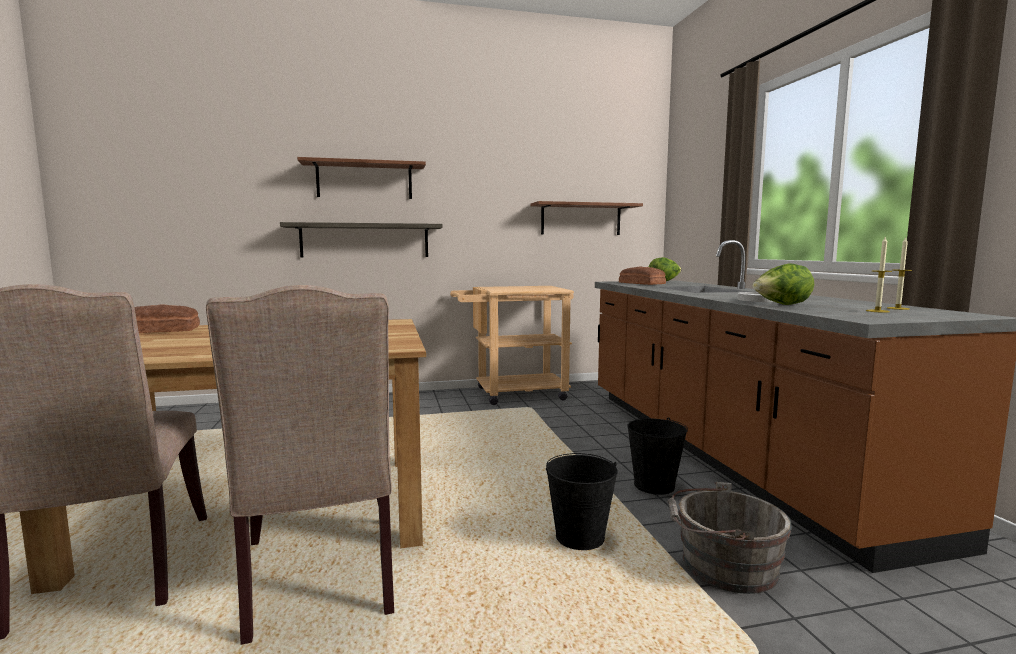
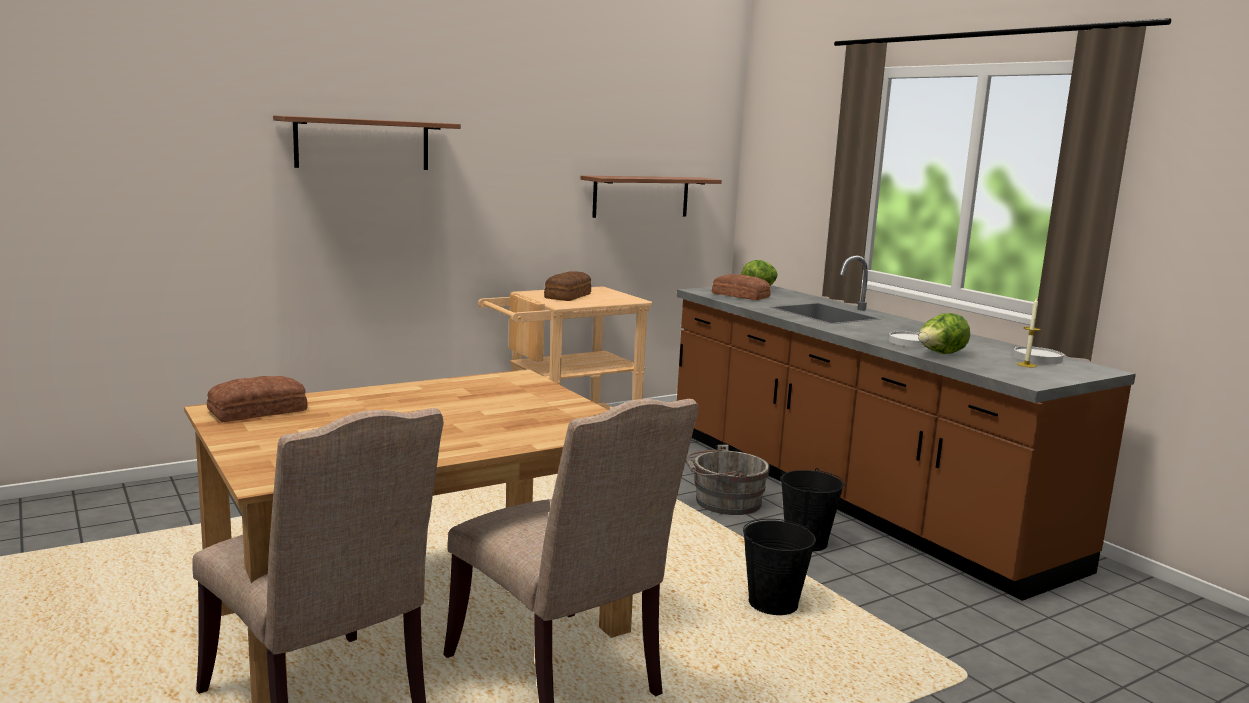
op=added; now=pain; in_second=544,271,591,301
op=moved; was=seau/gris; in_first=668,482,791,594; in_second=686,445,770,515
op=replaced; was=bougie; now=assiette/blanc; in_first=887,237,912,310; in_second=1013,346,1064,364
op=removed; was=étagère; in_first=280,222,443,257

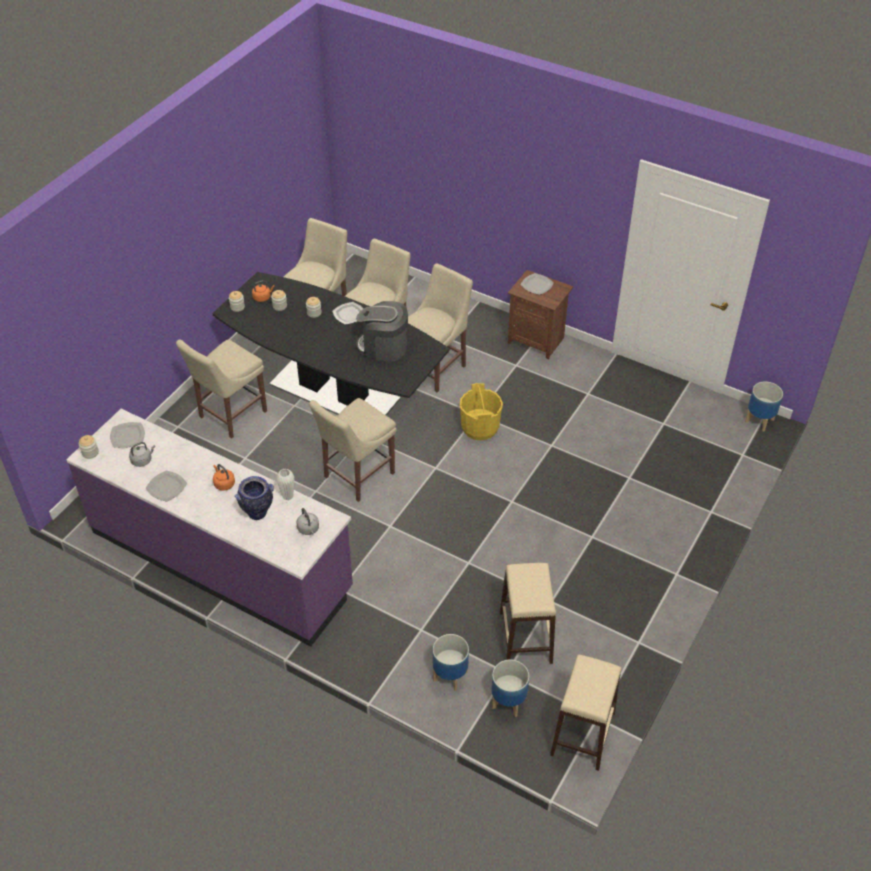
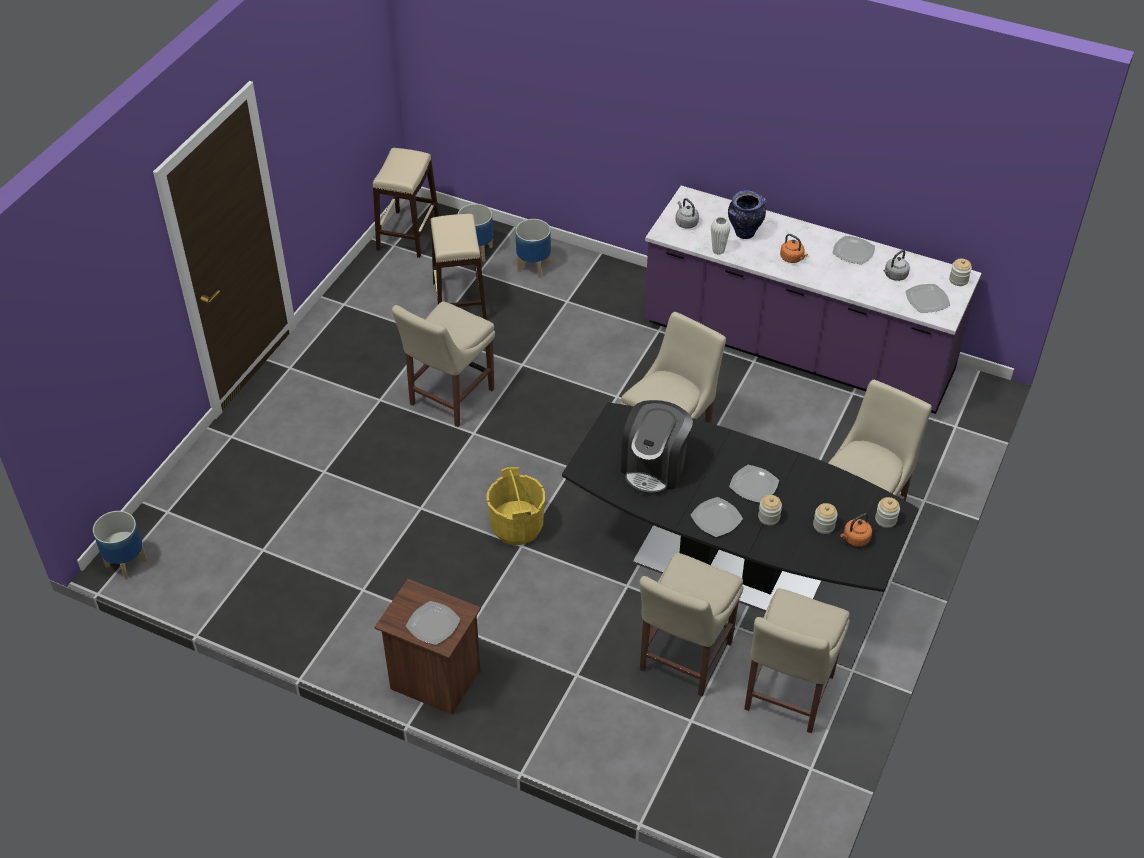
op=moved; was=chaise/beige; in_first=408,263,473,392; in_second=392,301,495,427
op=turned; was=machine à café; in_first=356,301,408,362; in_second=621,400,693,495; clockwise=105
op=added; now=assiette; in_second=729,465,779,503

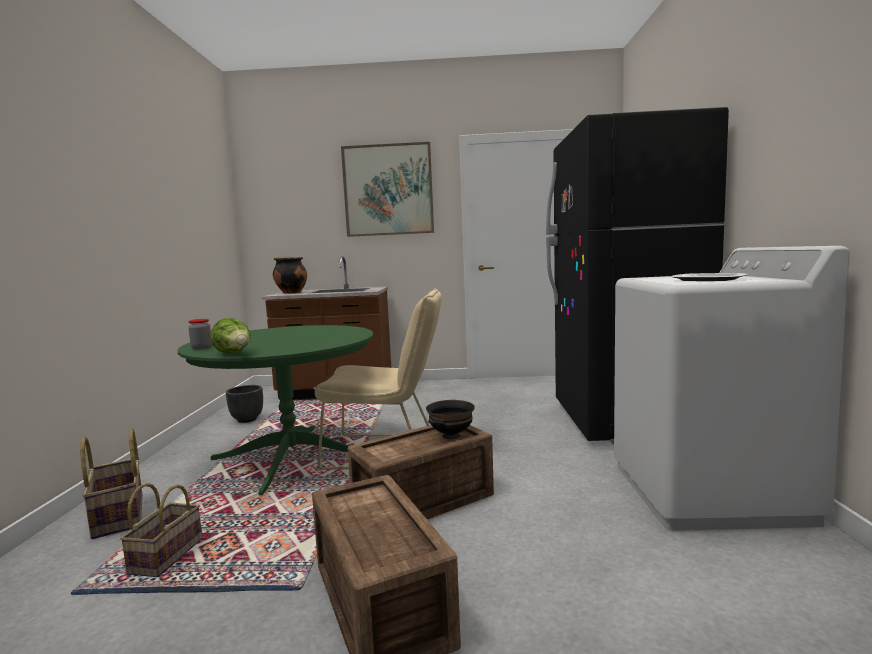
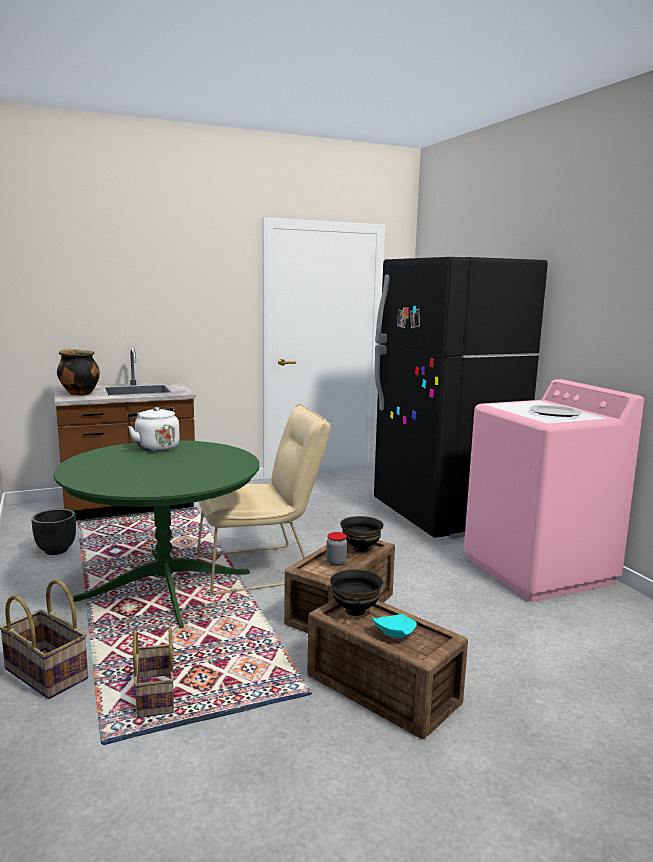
op=added; now=bouilloire/blanc; in_second=128,407,180,451
op=moved; was=bocal; in_first=188,319,212,349; in_second=326,532,347,566
op=added; now=bol/noir; in_second=330,569,383,616
op=added; now=assiette/turquoise; in_second=372,614,417,638
op=recoloured; was=lave-linge/blanc; now=lave-linge/rose; in_first=614,246,850,531; in_second=464,379,644,602
op=removed; was=laitue; in_first=211,318,251,354
op=removed; was=tableau; in_first=341,142,434,237

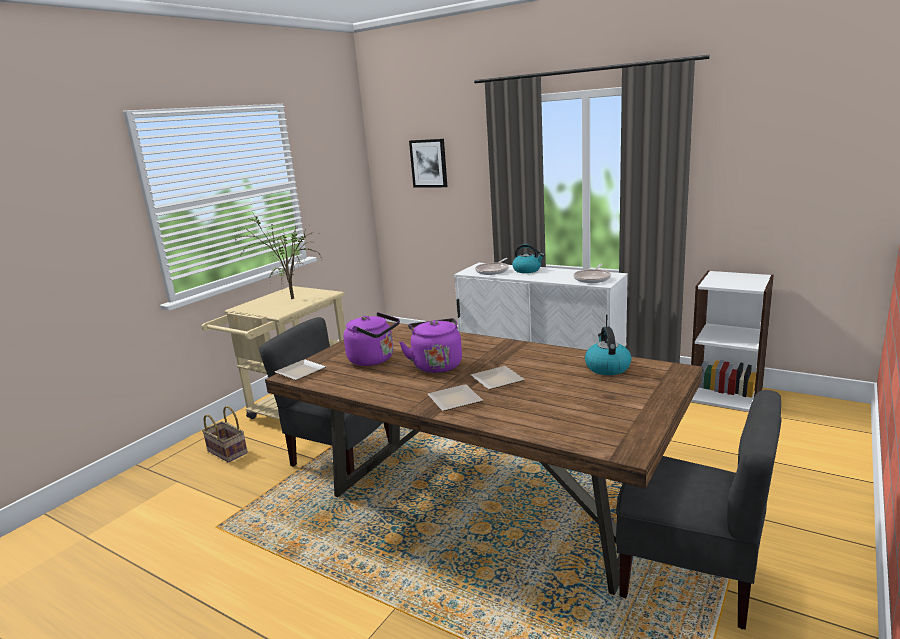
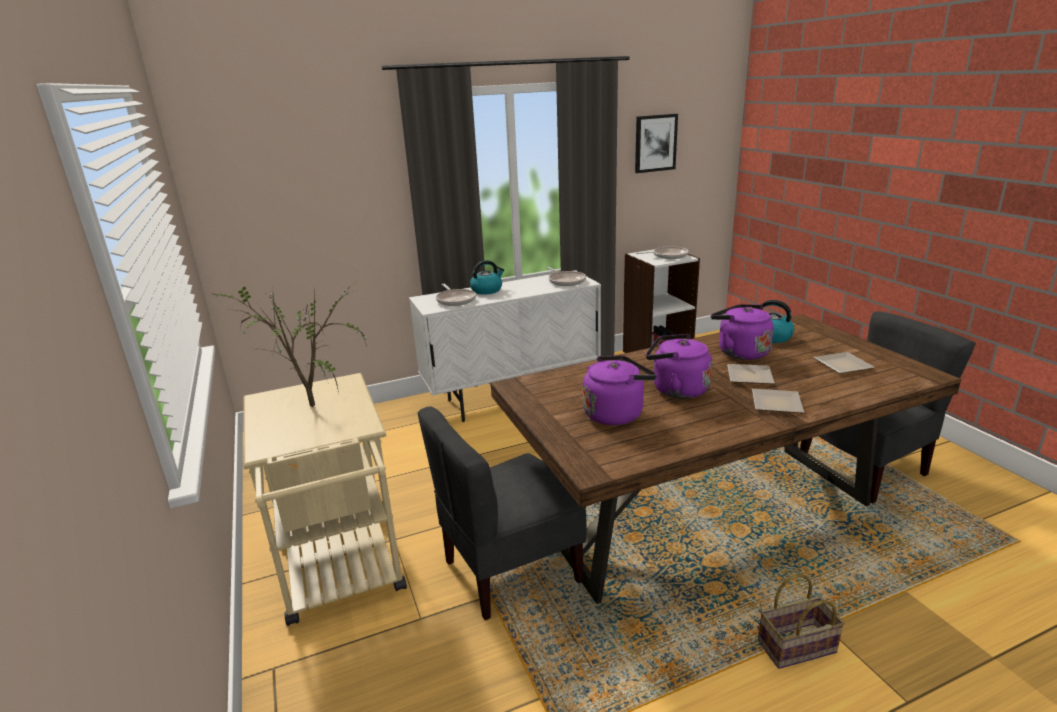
op=moved; was=tableau; in_first=409,139,447,187; in_second=635,114,678,173
op=added; now=poêle; in_second=636,246,689,259
op=added; now=bouilloire/violet; in_second=711,304,774,360
op=moved; was=panier; in_first=202,406,248,463; in_second=758,574,845,669
op=moved; was=assiette; in_first=275,359,326,380; in_second=814,352,875,374

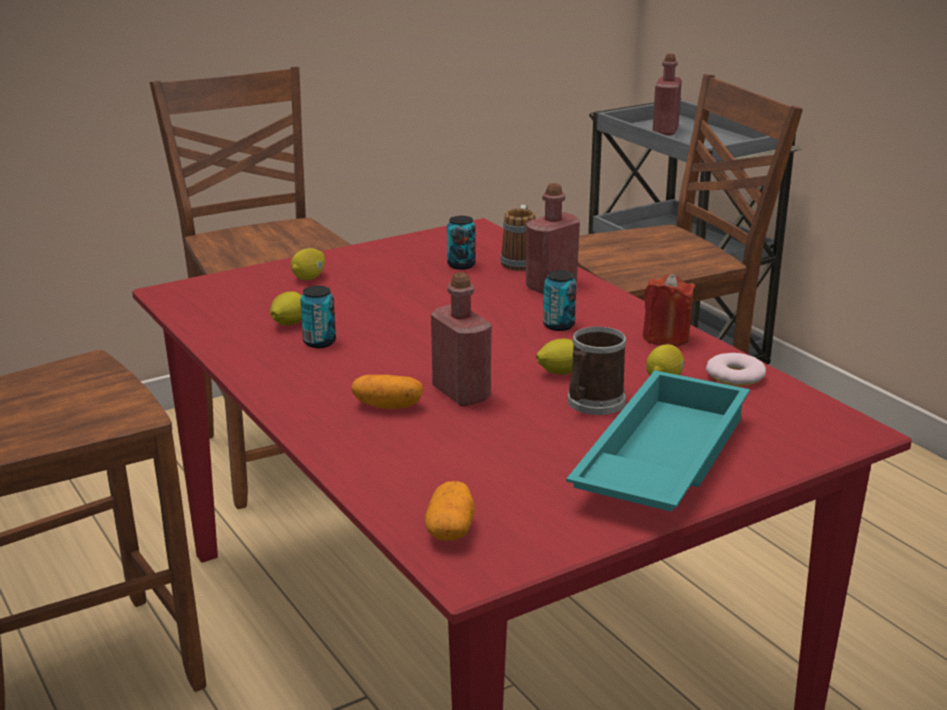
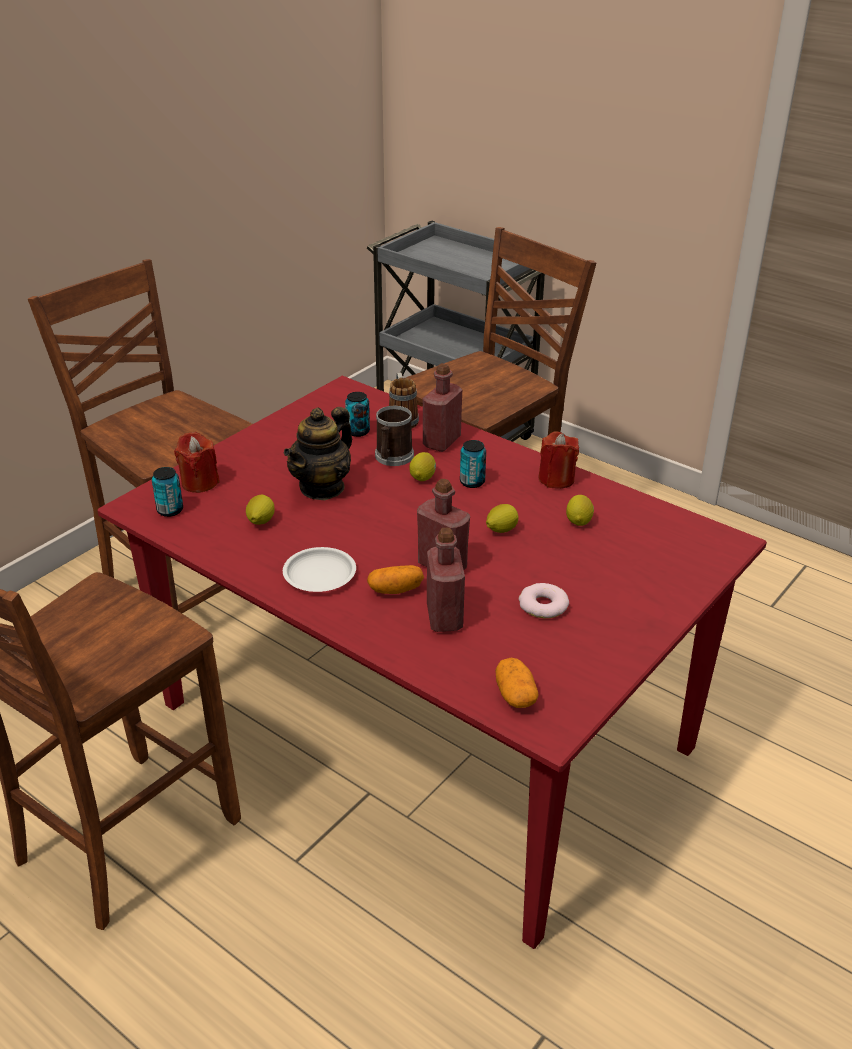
op=moved; was=boîte métallique; in_first=300,286,336,348; in_second=152,467,183,517
op=added; now=bougie/rouge; in_second=174,432,220,493
op=added; now=assiette/blanc; in_second=283,547,356,592
op=added; now=théière; in_second=284,407,352,500
op=moved; was=mug; in_first=568,326,626,415; in_second=375,406,414,466
op=moved; was=citron; in_first=291,248,325,280; in_second=409,452,436,481
op=moved; was=bouteille/rouge; in_first=653,54,682,135; in_second=427,527,465,632
op=moved; was=beignet; in_first=706,353,766,386; in_second=519,583,569,618
op=removed; was=plateau/turquoise; in_first=566,370,750,512

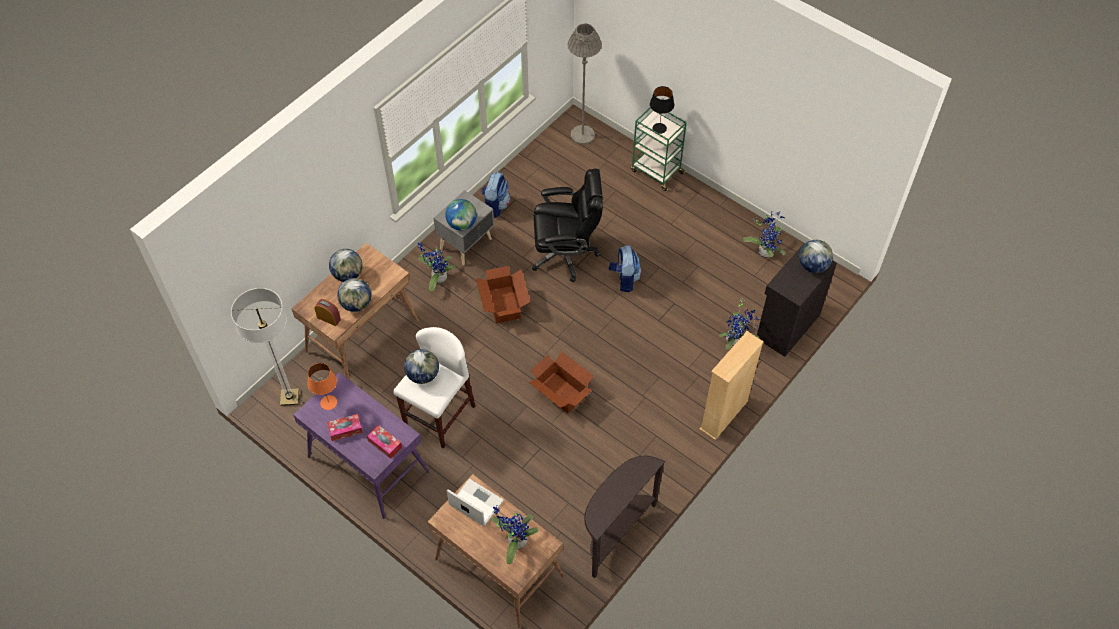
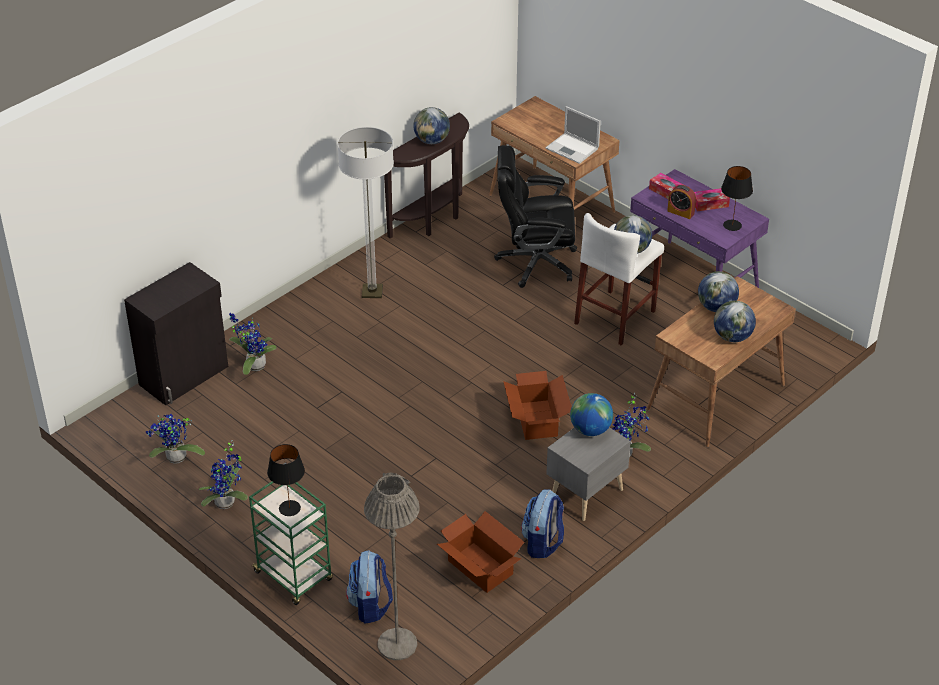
op=moved; was=plante en pot; in_first=492,506,538,564; in_second=199,440,248,509
op=moved; was=lampadaire; in_first=231,288,299,406; in_second=338,127,394,298
op=moved; was=sac à dos; in_first=609,245,641,292; in_second=346,551,393,623
op=moved; was=globe; in_first=799,240,833,273; in_second=413,107,450,144
op=moved; was=carton; in_first=529,352,593,414; in_second=437,511,524,593
op=moved; was=chaise de bureau/noir; in_first=532,169,603,282; in_second=494,145,577,288
op=moved; was=réveil; in_first=314,299,341,326; in_second=667,185,696,219
op=recoloured; was=lampe de table/orange; now=lampe de table/noir; in_first=308,363,337,410; in_second=721,166,753,231
op=removed; was=bibliothèque/beige; in_first=700,331,764,440

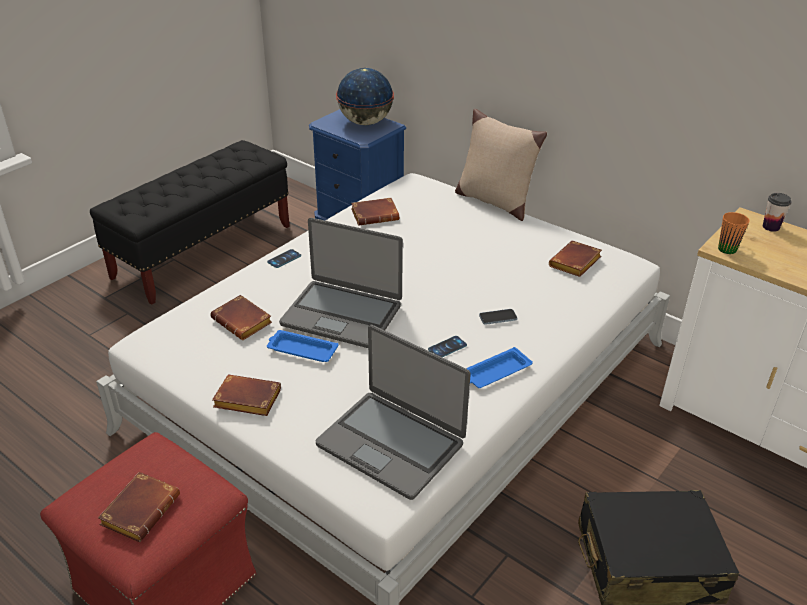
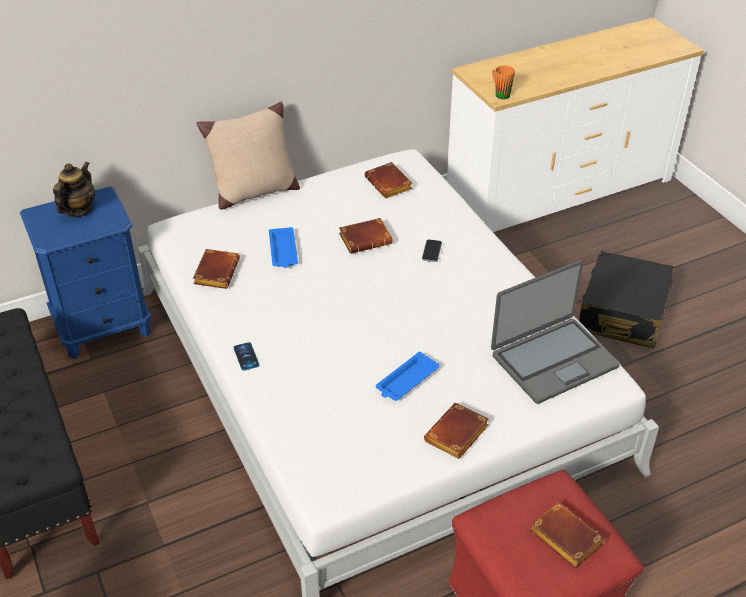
op=replaced; was=globe; now=théière; in_first=336,68,394,125; in_second=53,161,95,217
op=moved; was=plateau/bleu; in_first=466,347,533,388; in_second=269,227,298,268
op=moved; was=livre/marron; in_first=210,295,272,340; in_second=339,218,393,254
op=removed; was=ordinateur portable; in_first=279,218,403,348
op=removed; was=téléphone; in_first=428,336,467,357
op=removed; was=tasse; in_first=763,193,792,232

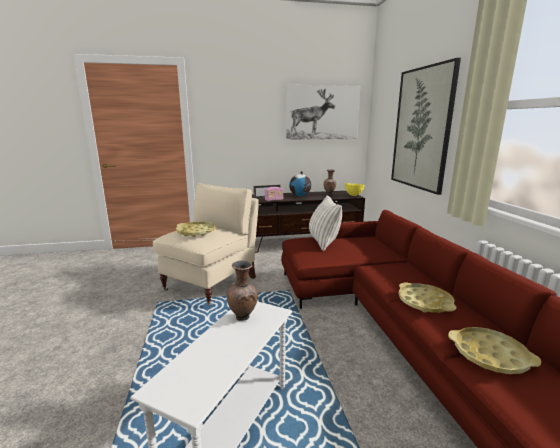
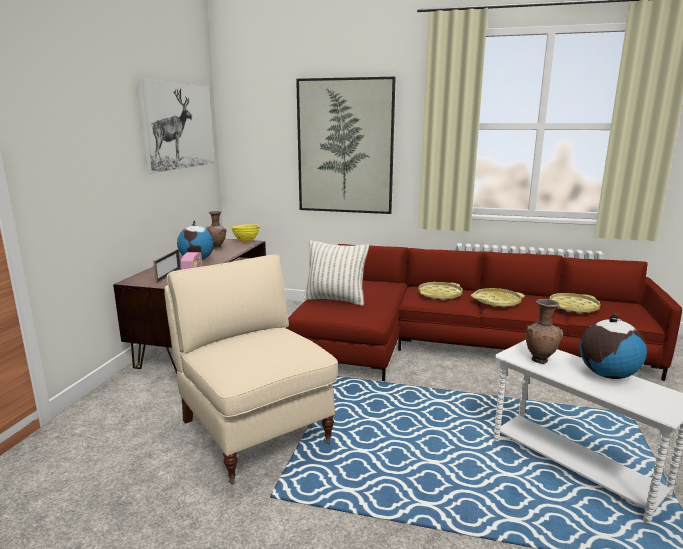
op=moved; was=plateau/jaune; in_first=176,221,216,237; in_second=418,282,463,301
op=added; now=globe; in_second=580,313,647,379

